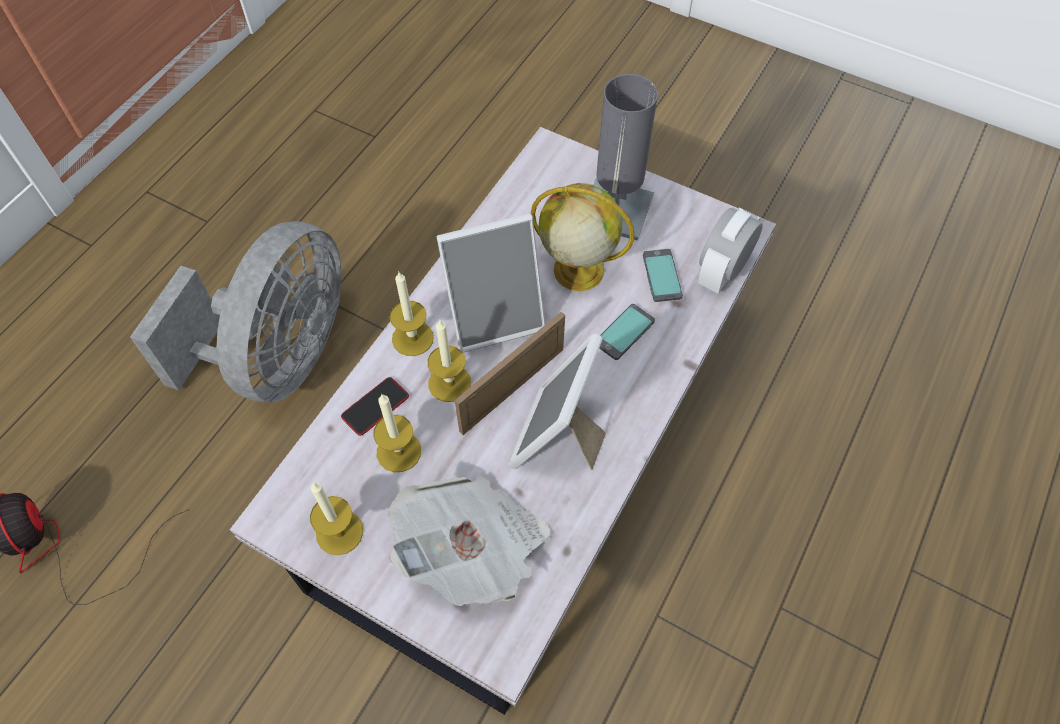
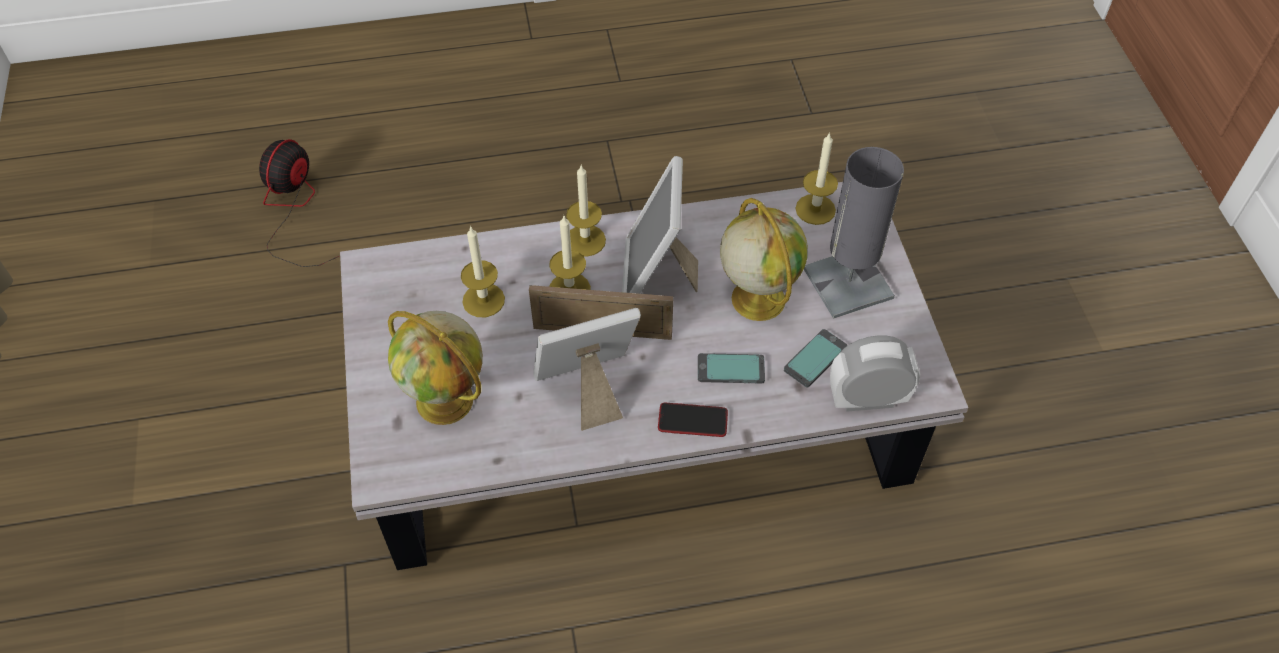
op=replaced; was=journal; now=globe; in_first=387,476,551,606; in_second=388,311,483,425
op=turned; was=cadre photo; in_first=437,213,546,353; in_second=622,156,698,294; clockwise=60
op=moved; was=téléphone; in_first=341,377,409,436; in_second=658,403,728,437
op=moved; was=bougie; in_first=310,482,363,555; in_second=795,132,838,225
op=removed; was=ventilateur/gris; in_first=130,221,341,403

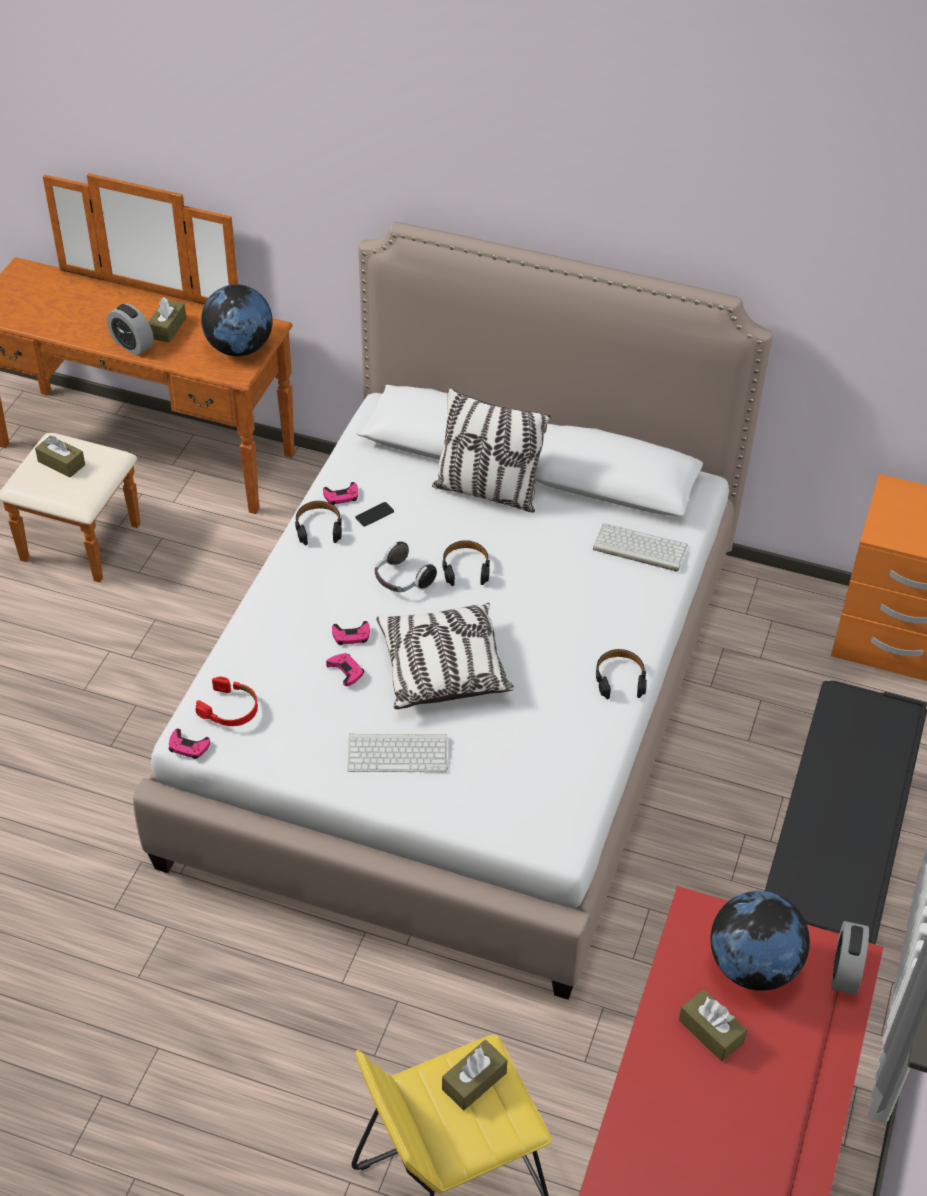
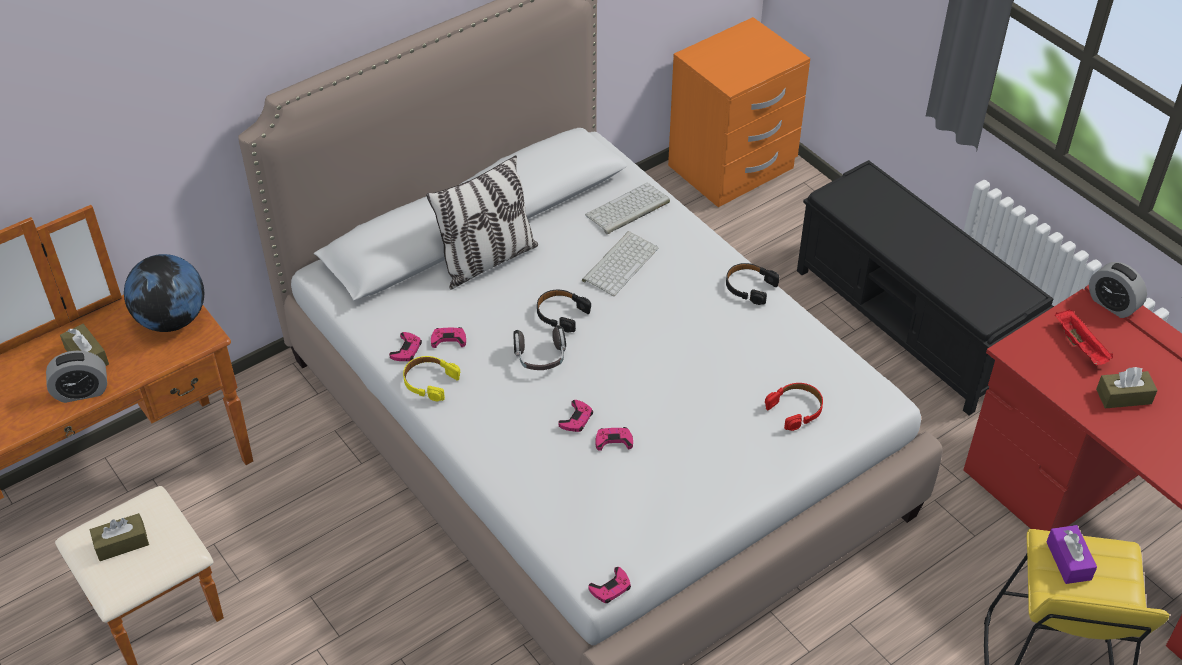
op=recoloured; was=casque audio/noir; now=casque audio/jaune; in_first=295,501,342,545; in_second=403,356,460,401
op=replaced; was=téléphone; now=manette/rose; in_first=355,502,394,527; in_second=431,327,466,348
op=moved; was=clavier; in_first=347,733,448,772; in_second=582,231,658,296
op=moved; was=casque audio/rouge; in_first=195,676,258,726; in_second=765,383,823,431
op=recoloured; was=boîte à mouchoirs/marron; now=boîte à mouchoirs/violet; in_first=442,1040,508,1111; in_second=1046,525,1097,584
op=replaced; was=globe; now=plateau/rouge; in_first=711,891,810,991; in_second=1055,309,1113,365
op=removed; was=coussin; in_first=376,603,514,709

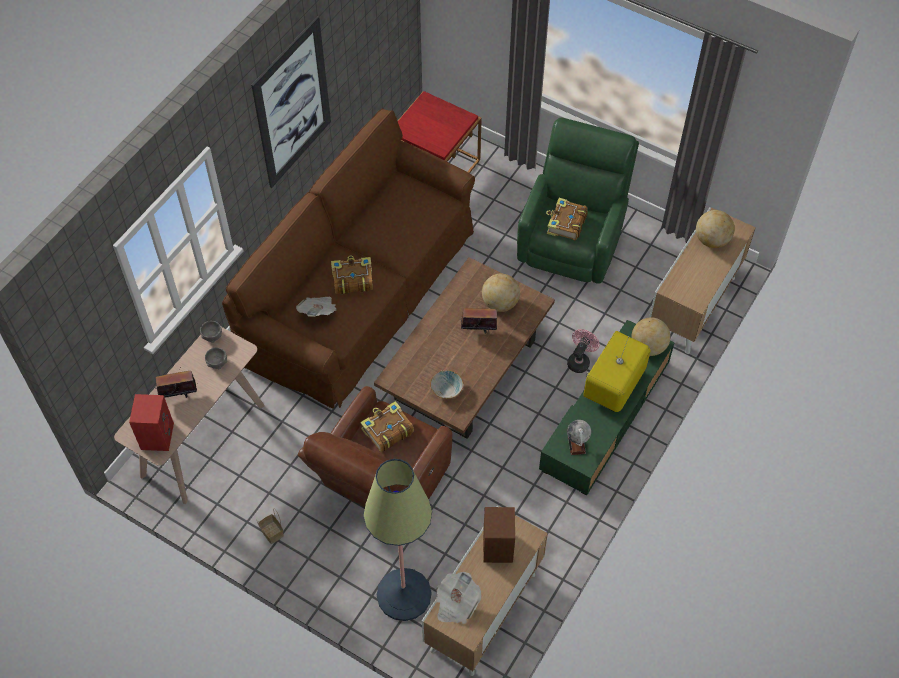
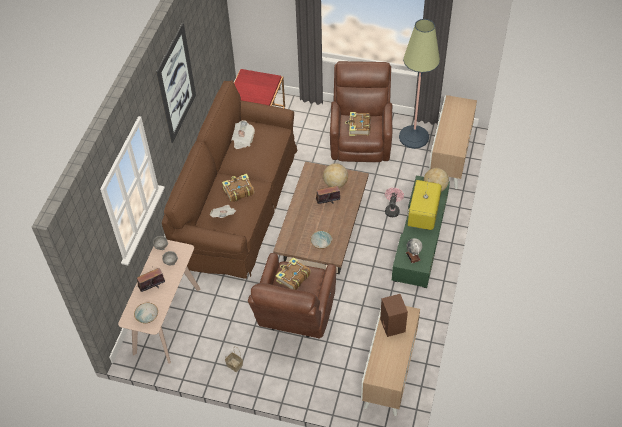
op=replaced; was=enceinte/rouge; now=bol; in_first=129,394,174,451; in_second=134,303,158,323
op=moved; was=journal; in_first=435,572,482,624; in_second=232,120,255,149
op=recoloured; was=fauteuil/vert; now=fauteuil/marron; in_first=517,117,639,284; in_second=330,61,392,162
op=moved; was=lampadaire; in_first=363,459,432,621; in_second=399,19,440,149
op=removed; was=globe; in_first=696,210,735,248

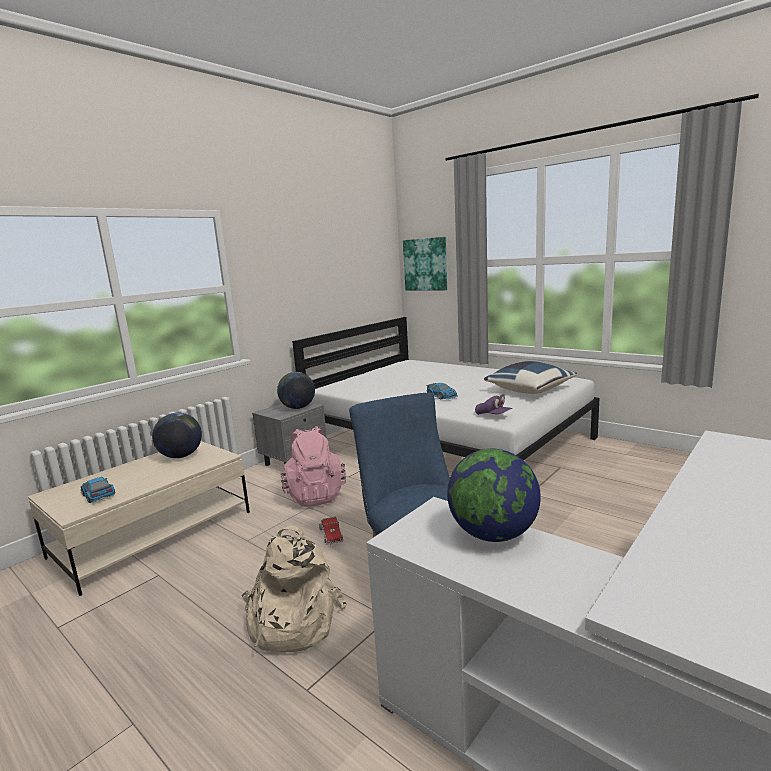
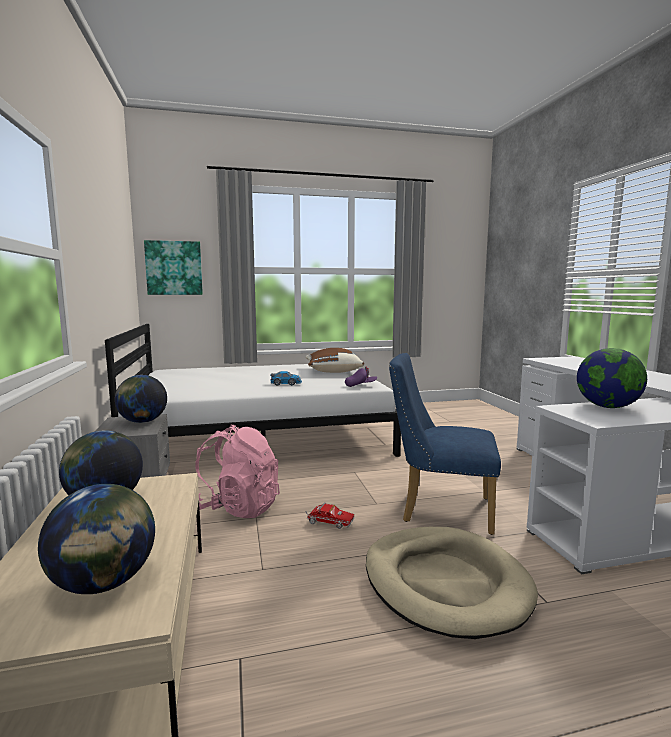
op=replaced; was=petite voiture; now=globe; in_first=81,477,115,503; in_second=38,484,155,594
op=recoloured; was=coussin/bleu; now=coussin/marron; in_first=484,361,577,394; in_second=306,348,364,373
op=replaced; was=sac à dos/beige; now=panier pour chien/beige; in_first=242,526,346,652; in_second=366,527,538,639

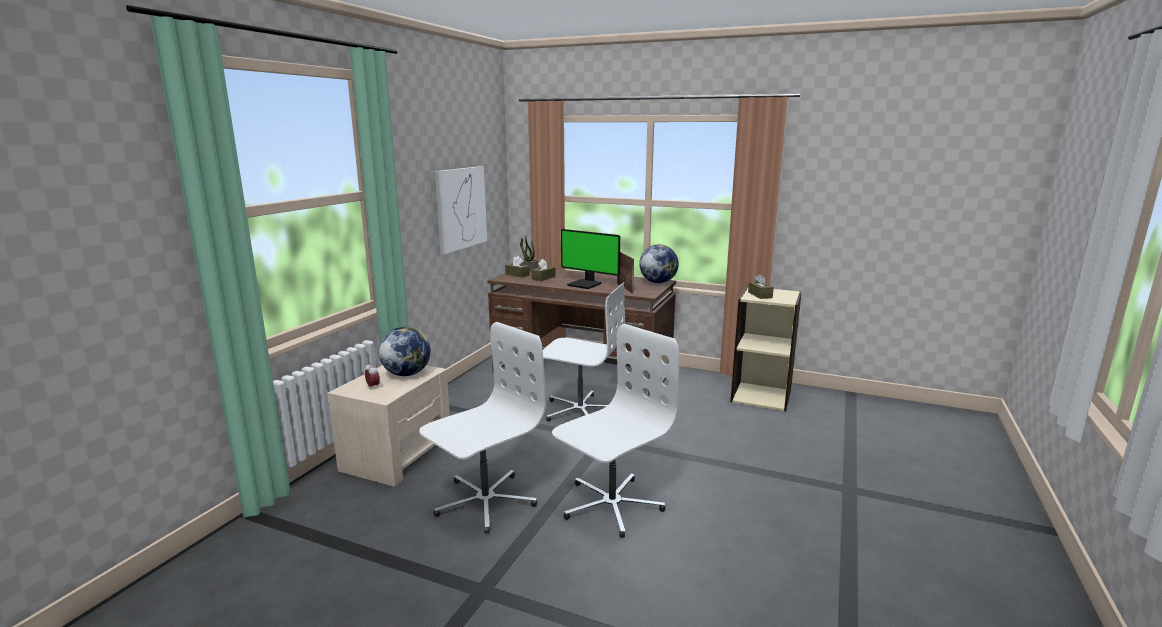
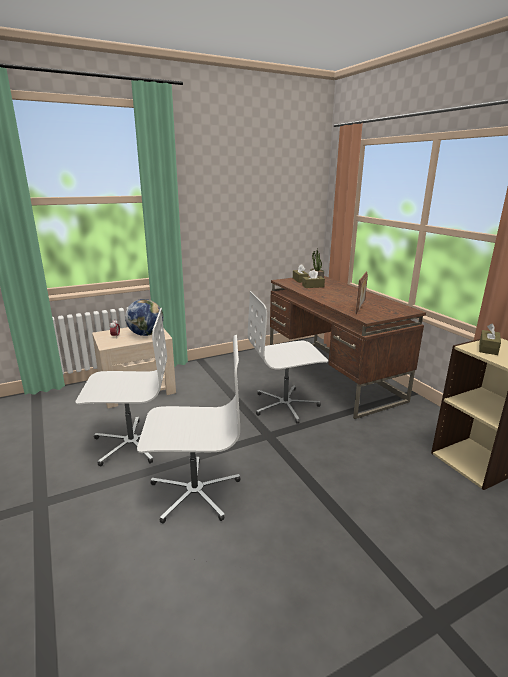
op=turned; was=chaise de bureau/blanc; in_first=543,282,625,422; in_second=248,291,328,424; clockwise=105
op=removed; was=tableau; in_first=435,166,487,254
op=removed; was=écran d'ordinateur; in_first=561,229,620,289
op=removed; was=globe; in_first=639,244,679,283

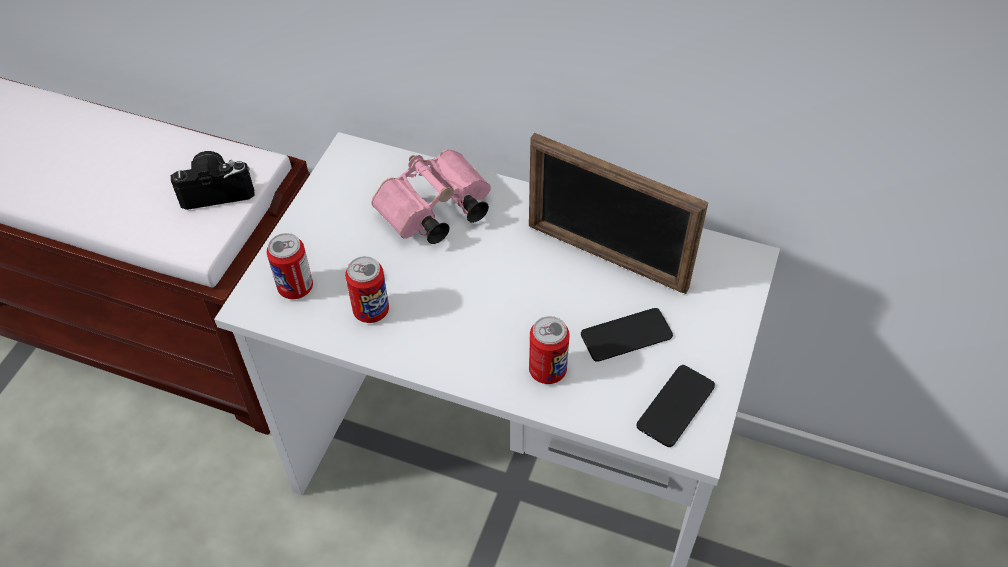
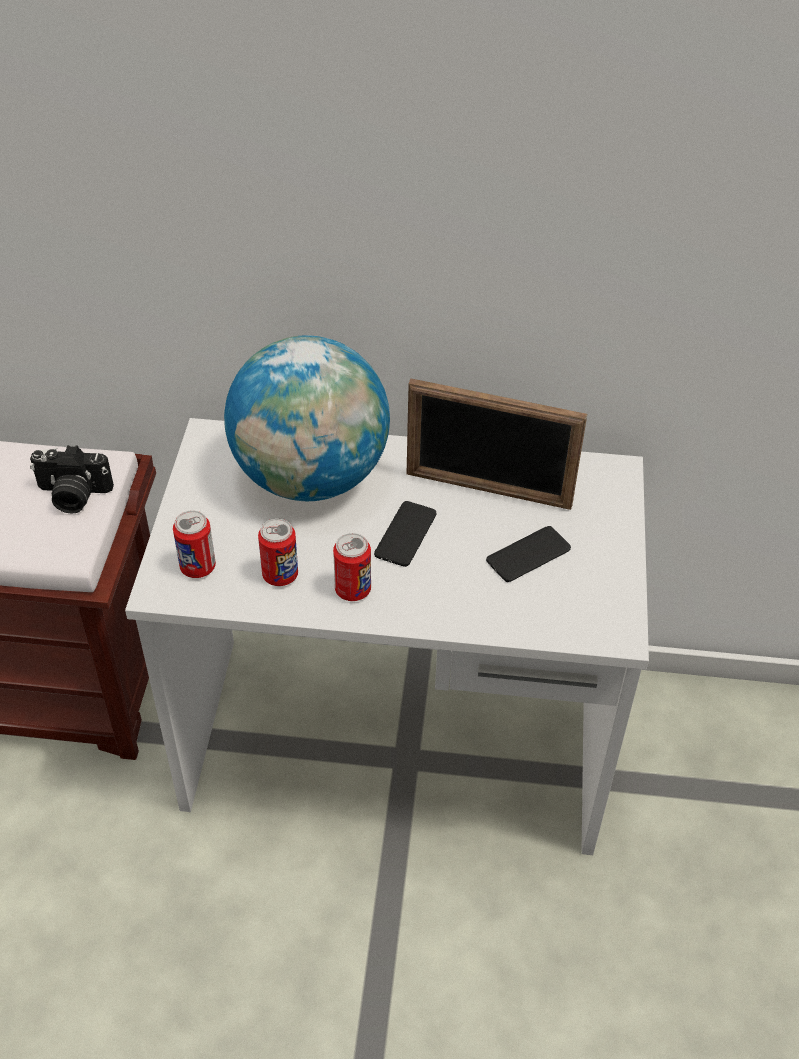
op=turned; was=appareil photo; in_first=171,151,255,210; in_second=30,445,114,514; clockwise=-150
op=replaced; was=jumelles/rose; now=globe; in_first=371,149,491,244; in_second=224,335,390,501
op=moved; was=boîte métallique; in_first=529,316,570,384; in_second=333,533,371,601
op=moved; was=téléphone; in_first=637,365,715,447; in_second=374,501,436,567

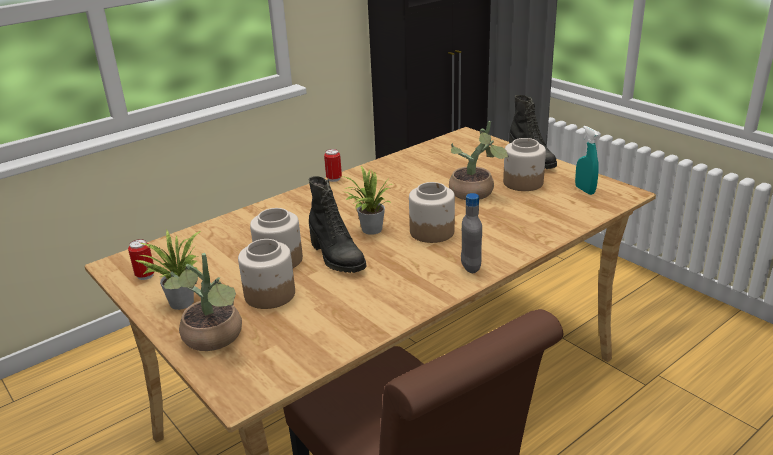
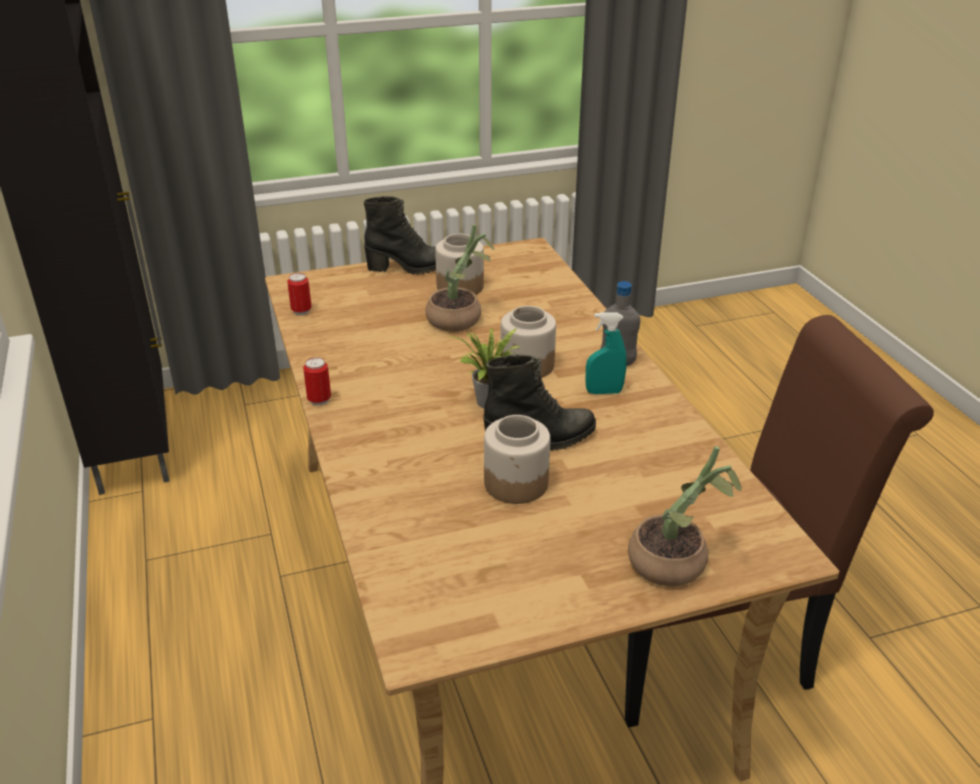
op=moved; was=boîte métallique; in_first=128,239,154,280; in_second=287,273,312,315
op=moved; was=vaporisateur/turquoise; in_first=575,126,599,195; in_second=586,312,626,394
op=removed; was=plante en pot; in_first=135,230,201,310
op=removed; was=bocal; in_first=238,239,295,309

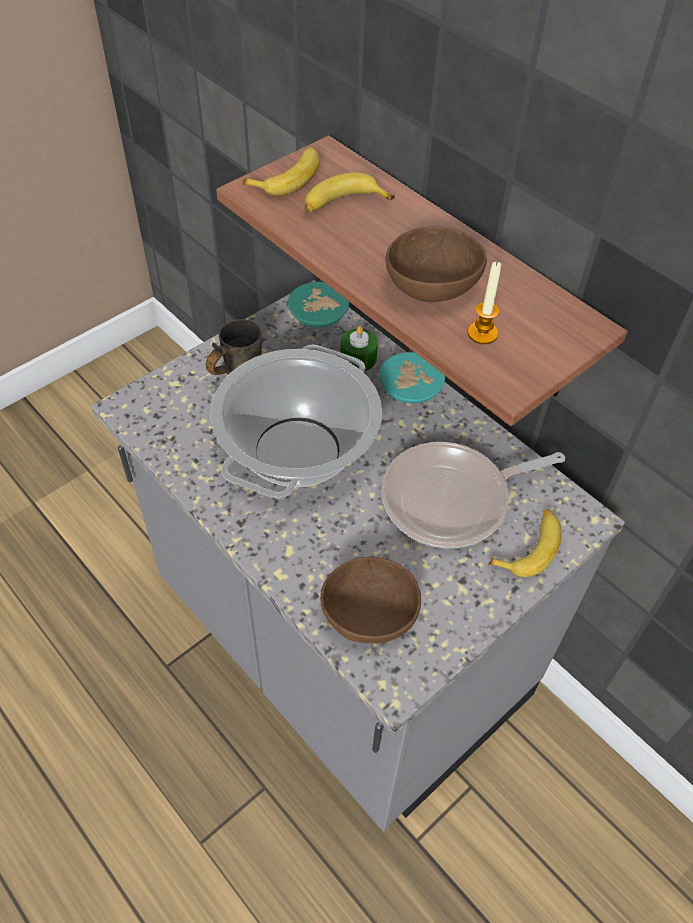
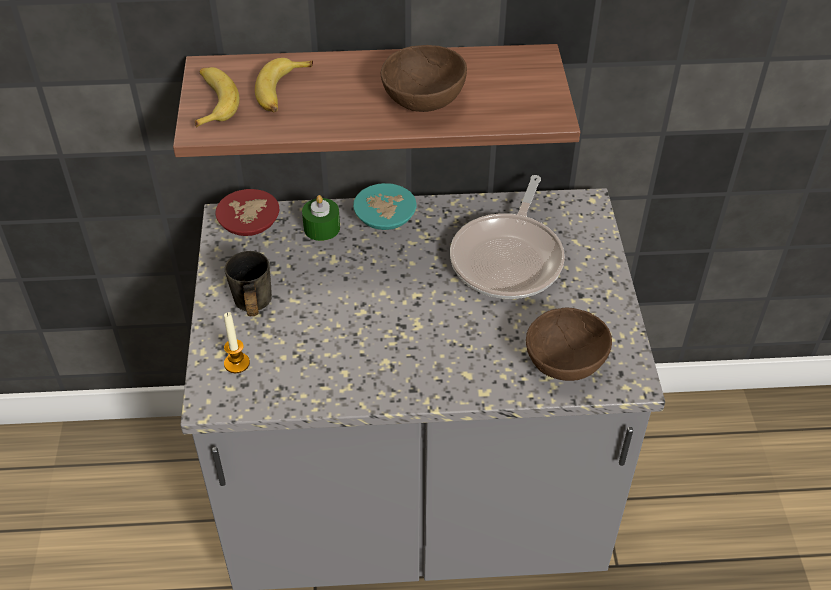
op=recoloured; was=bol/turquoise; now=bol/rouge; in_first=288,282,349,327; in_second=215,189,279,236
op=moved; was=bougie; in_first=467,261,502,344; in_second=224,312,250,373
op=removed; was=marmite; in_first=211,344,382,499
op=removed; was=banane; in_first=488,509,562,577

